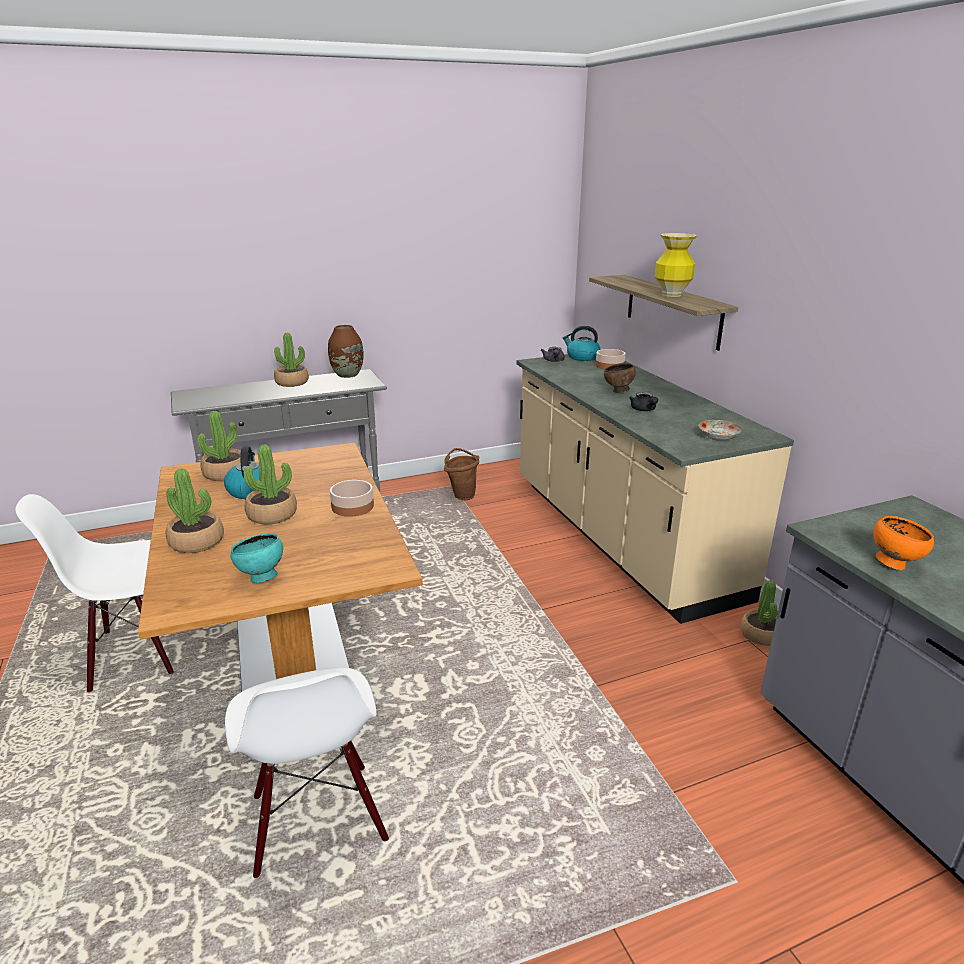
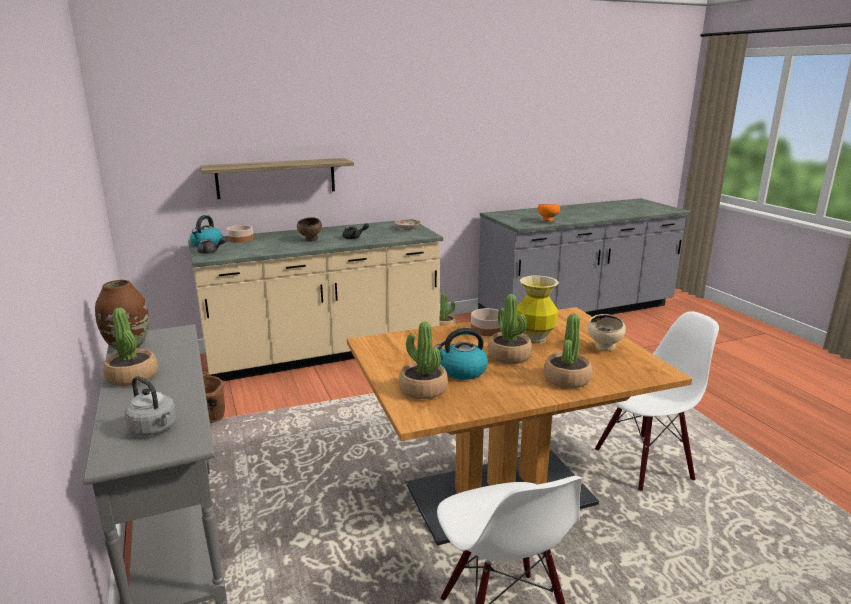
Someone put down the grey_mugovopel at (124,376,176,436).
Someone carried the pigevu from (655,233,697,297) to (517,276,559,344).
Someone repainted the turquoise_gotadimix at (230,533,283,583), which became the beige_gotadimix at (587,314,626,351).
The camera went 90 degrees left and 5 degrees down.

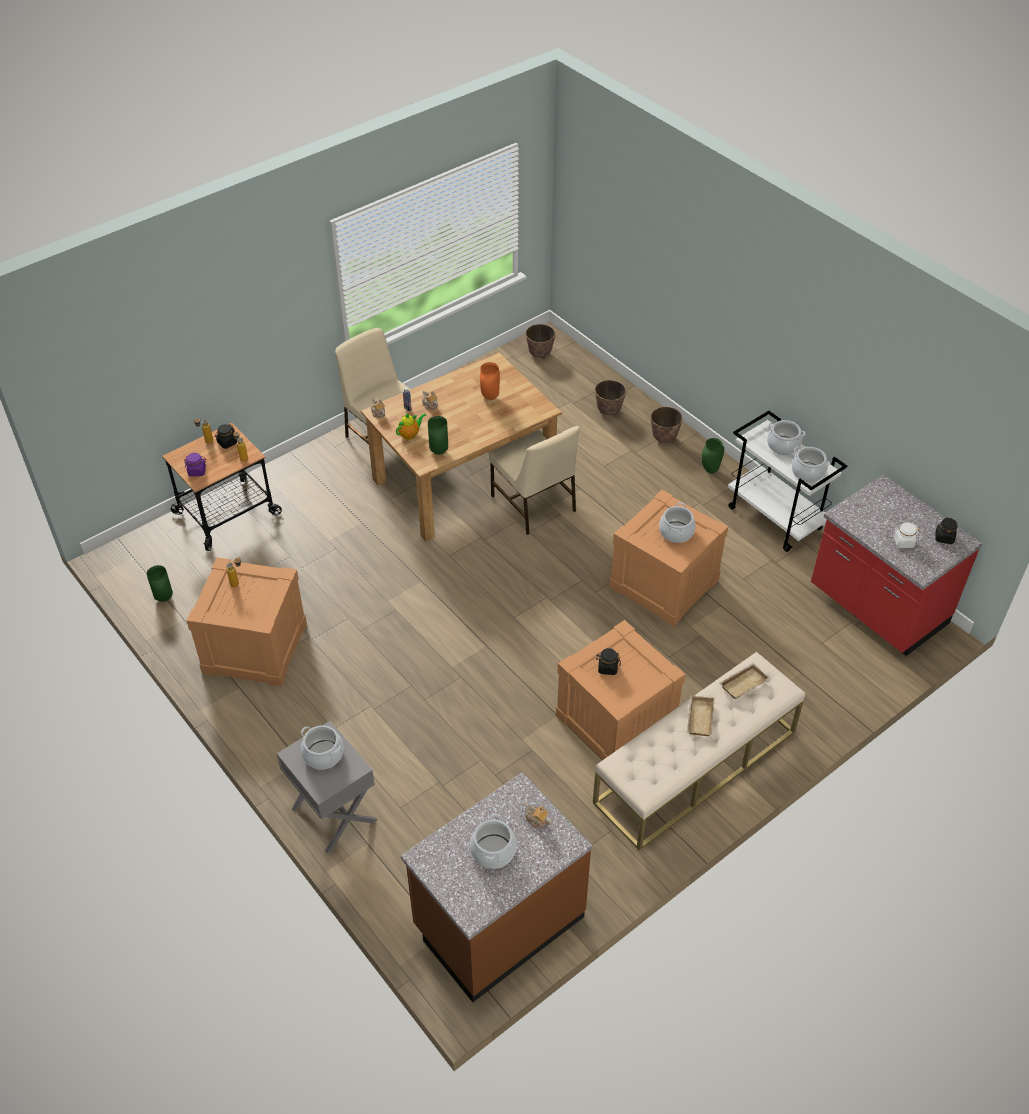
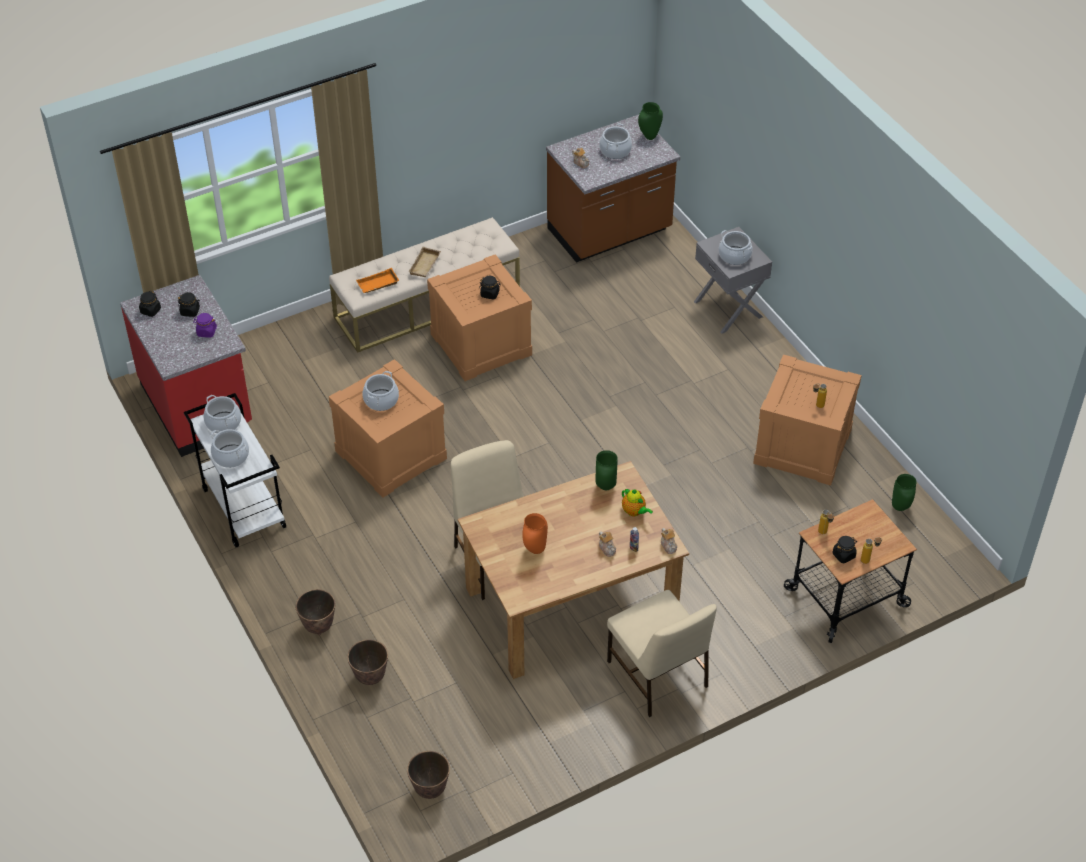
Someone repainted the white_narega at (894,522,919,548), which became the black_narega at (178,292,200,317).
Someone carried the purple_narega from (184,453,206,476) to (193,313,217,337).
Someone repainted the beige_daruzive at (720,663,769,699), which became the orange_daruzive at (356,268,399,293).
Someone rotated the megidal at (396,413,426,440) by 105 degrees counterclockwise.
Someone carried the green_pigevu from (701,438,724,474) to (638,102,663,140).
The camera went 170 degrees left and 0 degrees up.

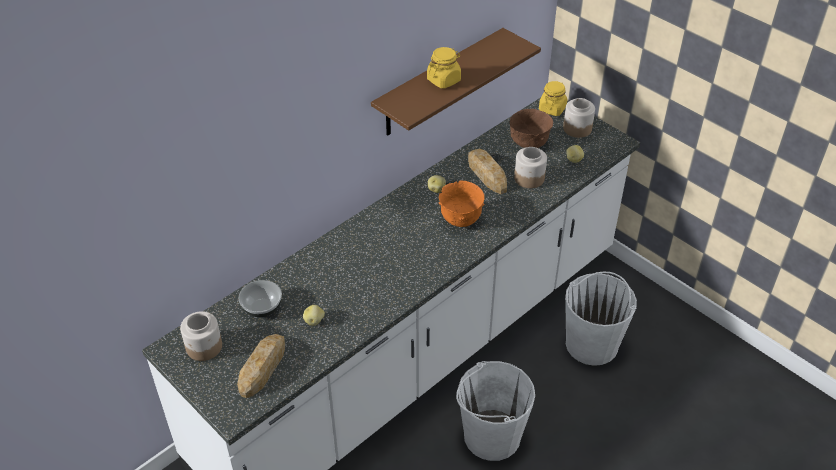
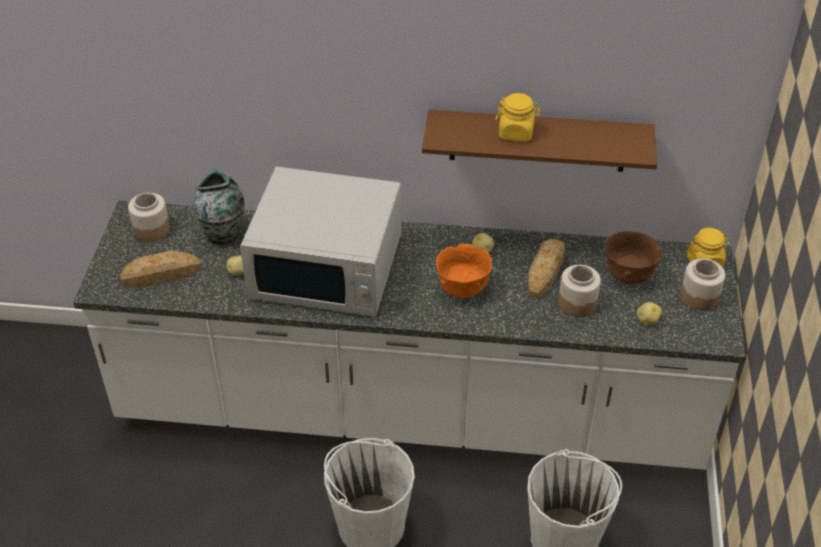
Someone swapped the gotadimix at (239,280,282,317) for the pigevu at (193,169,245,245).
Someone put down the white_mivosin at (240,167,401,316).
The camera went 50 degrees right and 0 degrees up.

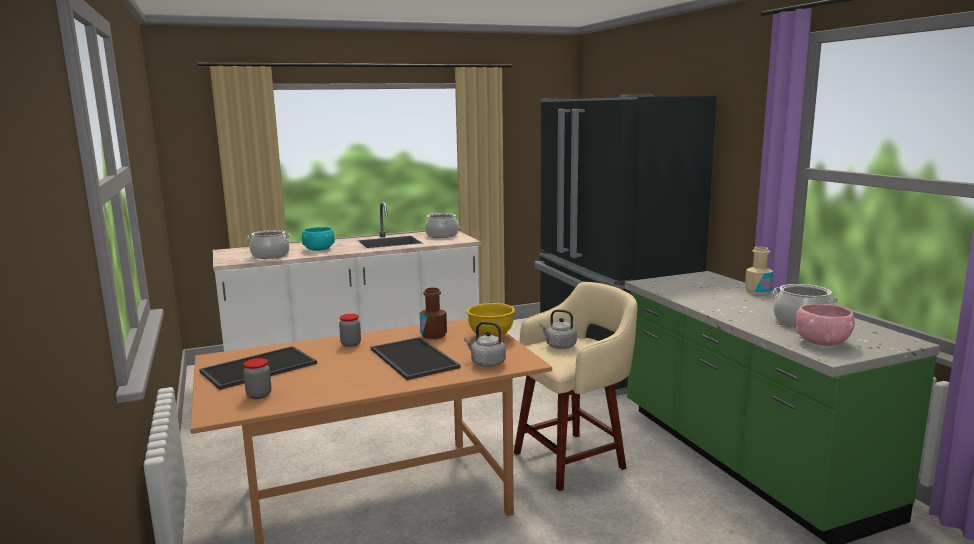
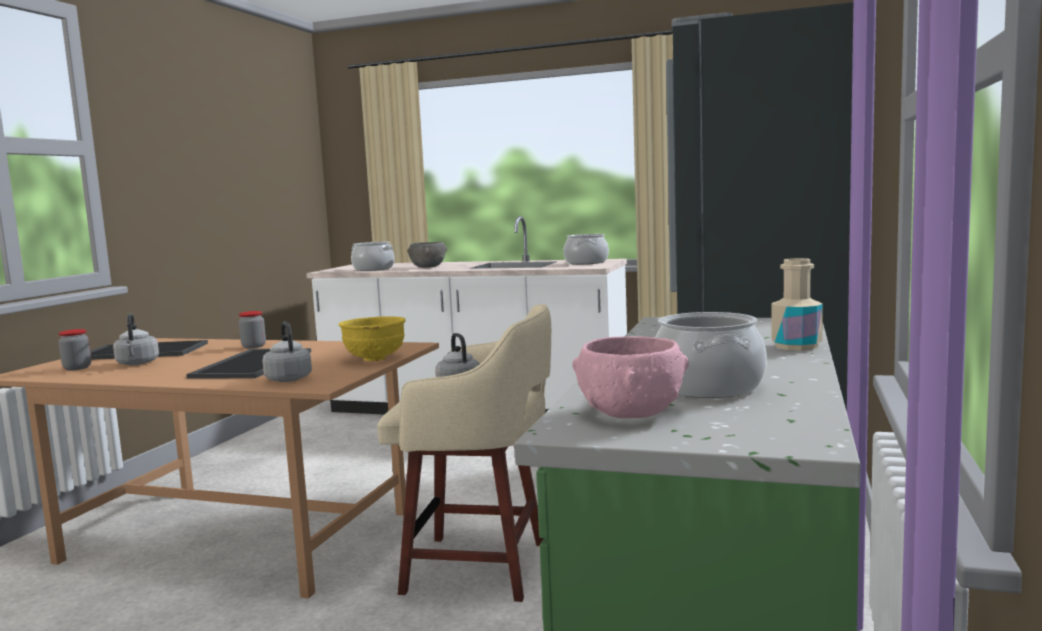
Someone put down the grey_mugovopel at (113,313,159,365).
Someone repainted the turquoise_gotadimix at (302,227,335,251), which became the grey_gotadimix at (407,242,447,268).
Someone took away the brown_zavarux at (420,288,447,339).
The camera went 40 degrees right and 5 degrees down.

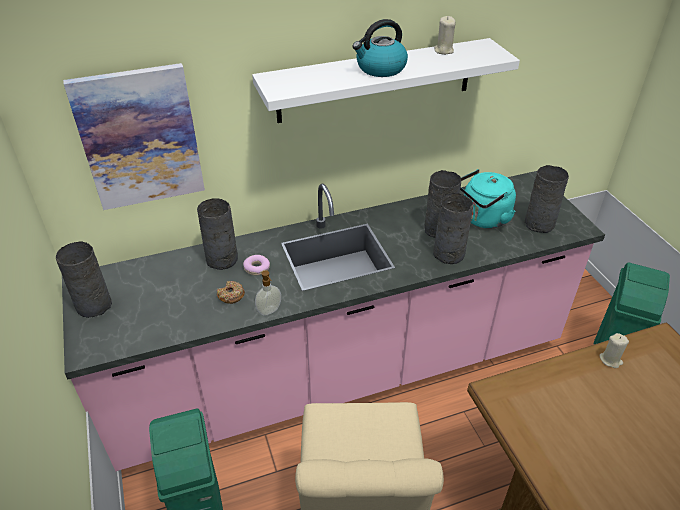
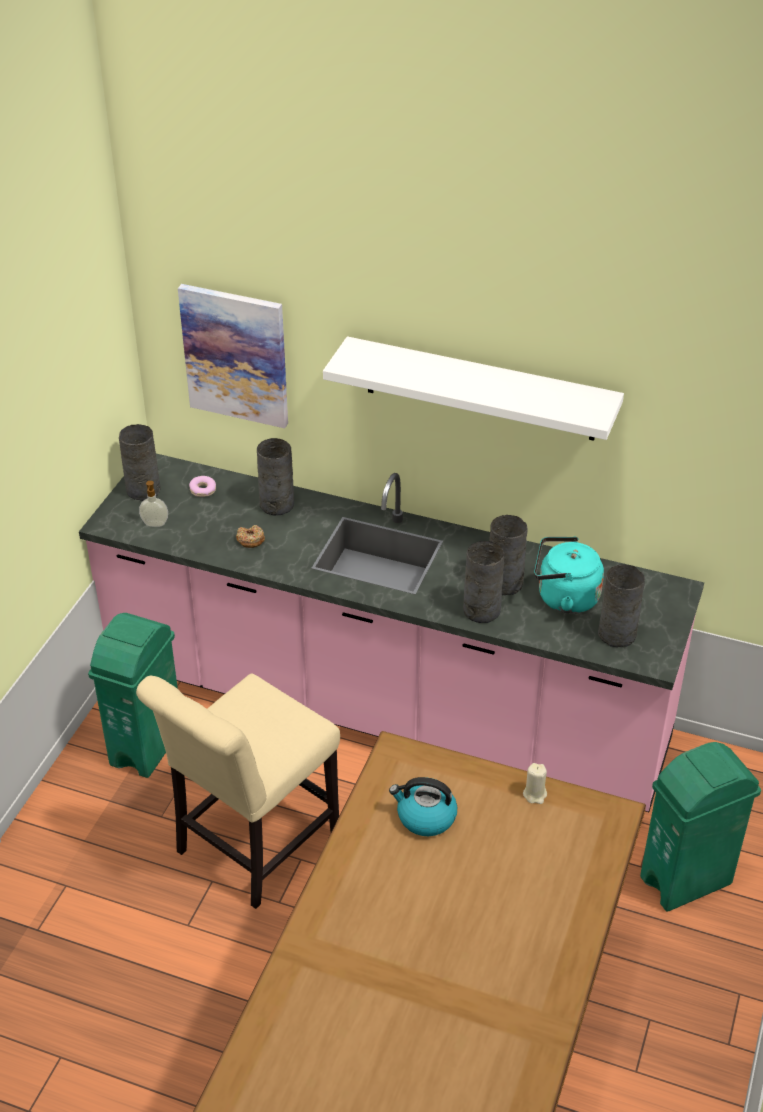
Someone carried the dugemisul from (255,270,281,316) to (139,481,168,527).
Someone carried the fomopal from (243,255,270,275) to (189,476,216,497).
Someone carried the mugovopel from (352,19,408,77) to (389,777,457,836).
Someone took away the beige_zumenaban at (434,16,456,55).
The camera went 40 degrees right and 0 degrees up.

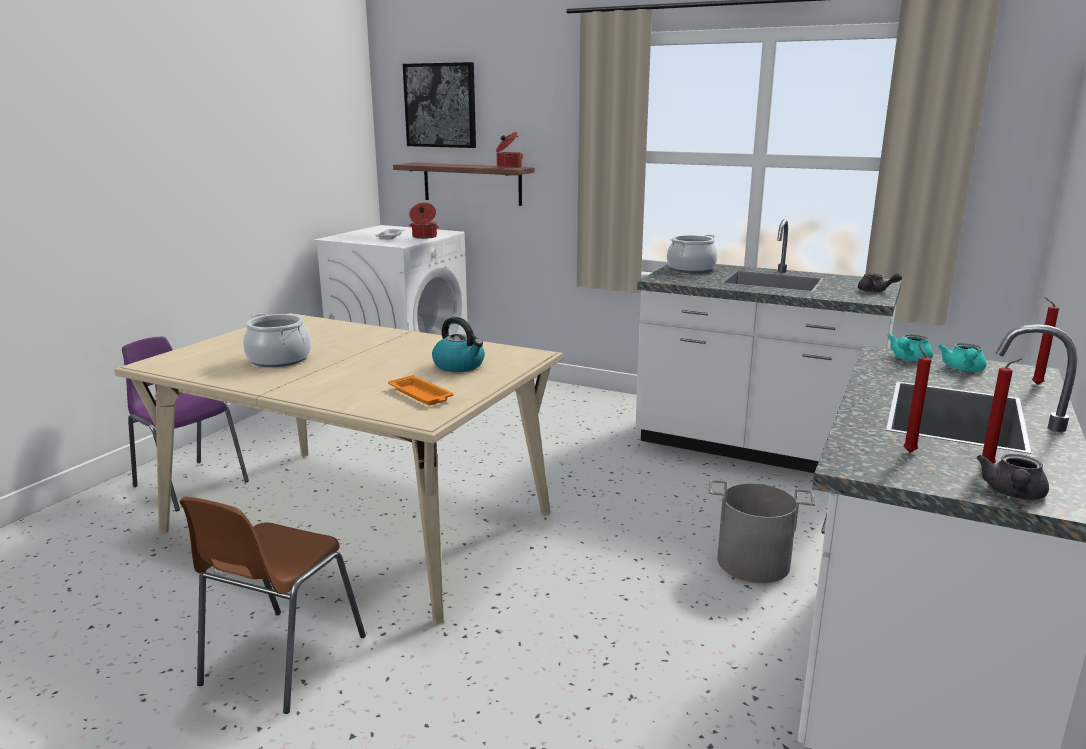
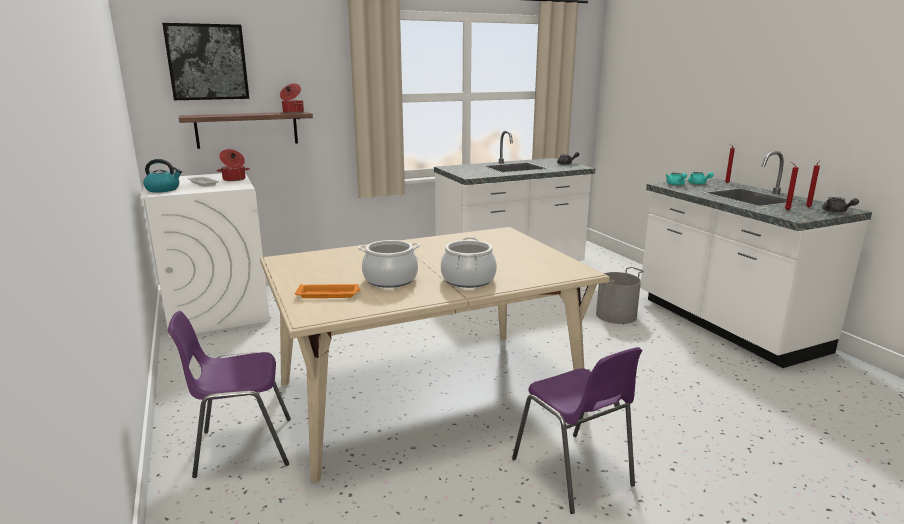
Someone carried the mugovopel from (432,317,485,372) to (143,159,182,192).
Someone carried the orange_daruzive from (388,375,454,405) to (295,284,361,298).
Someone carried the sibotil from (667,235,718,273) to (441,237,497,288).
Someone repainted the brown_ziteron at (179,497,366,714), which became the purple_ziteron at (512,347,642,514).
The camera went 50 degrees left and 0 degrees up.

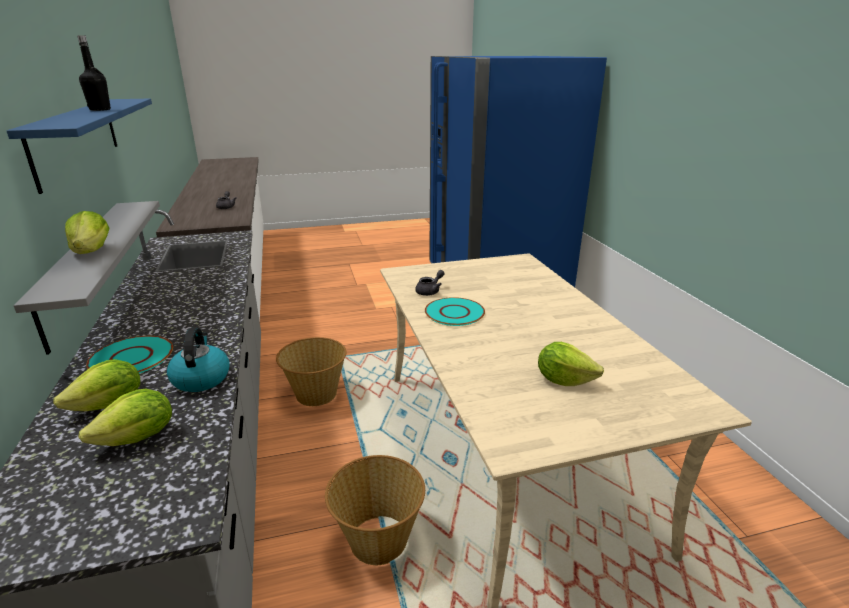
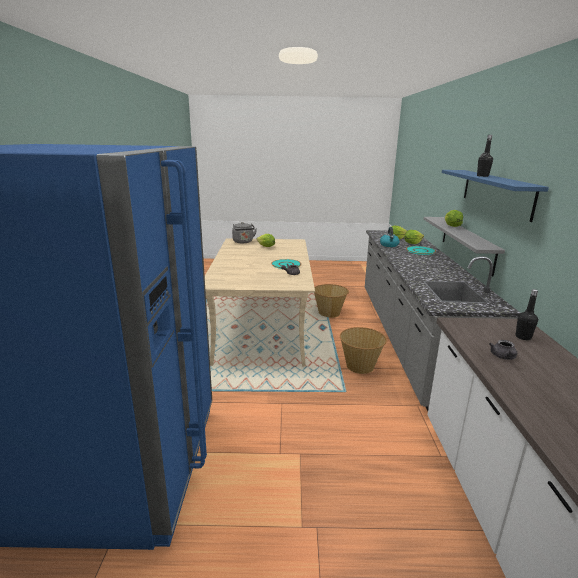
Someone put down the grey_mugovopel at (232,222,257,243).
Someone put down the black_zavarux at (516,289,538,340).
The camera went 165 degrees left and 5 degrees down.

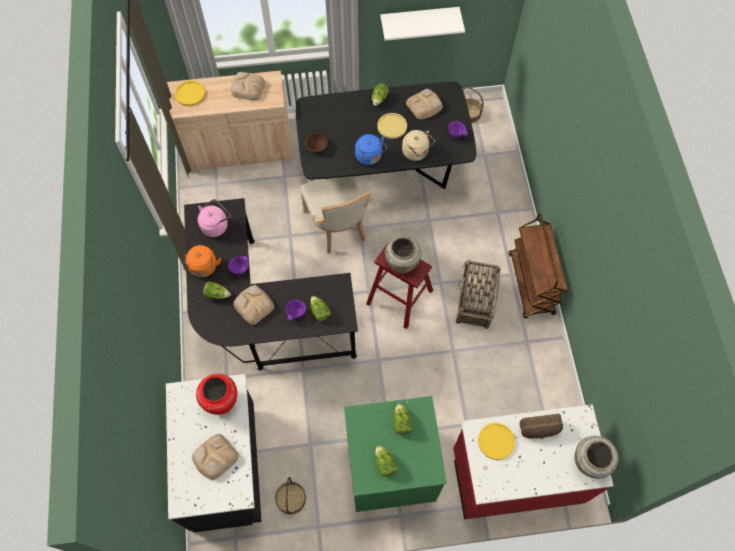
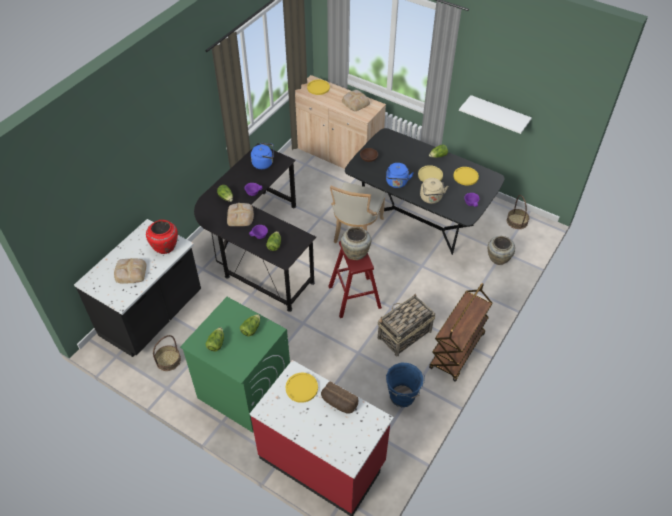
Someone repainted the pink_mugovopel at (198,199,231,237), which became the blue_mugovopel at (251,143,274,169).
Someone put down the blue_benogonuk at (386,363,425,407).
Someone swapped the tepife at (406,89,443,119) for the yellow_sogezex at (453,167,479,185).
Someone carried the beige_pigevu from (575,436,618,479) to (488,236,515,265).
Someone took away the orange_mugovopel at (183,245,221,277).
The camera went 40 degrees right and 15 degrees down.

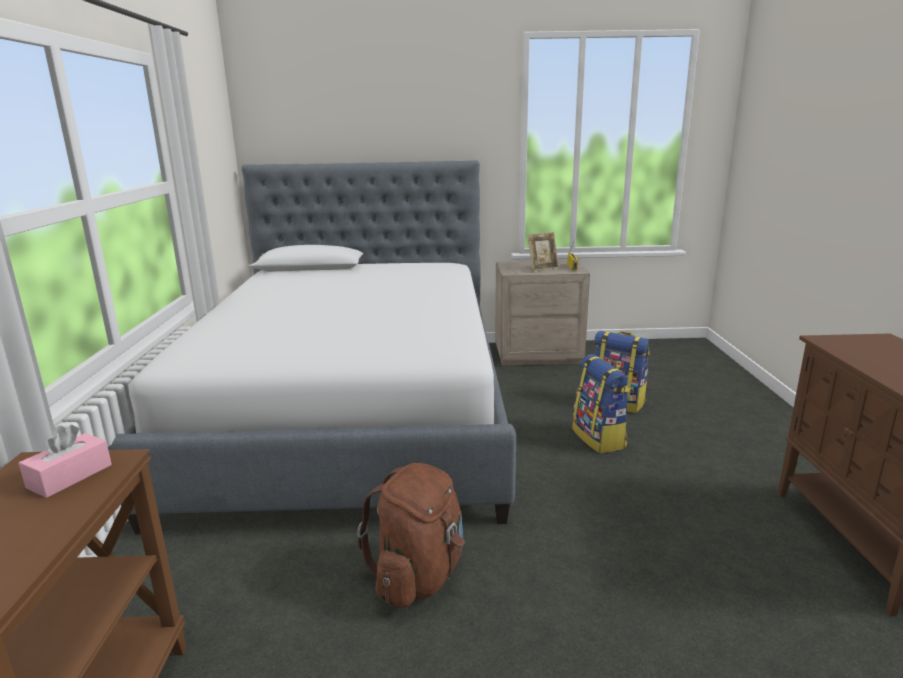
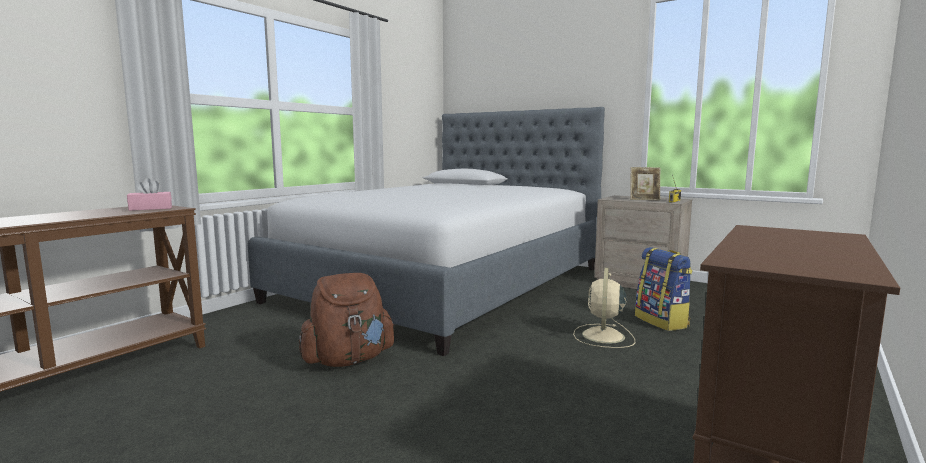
Someone swapped the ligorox at (572,354,630,453) for the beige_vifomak at (573,268,635,348).
The camera went 35 degrees right and 10 degrees down.

